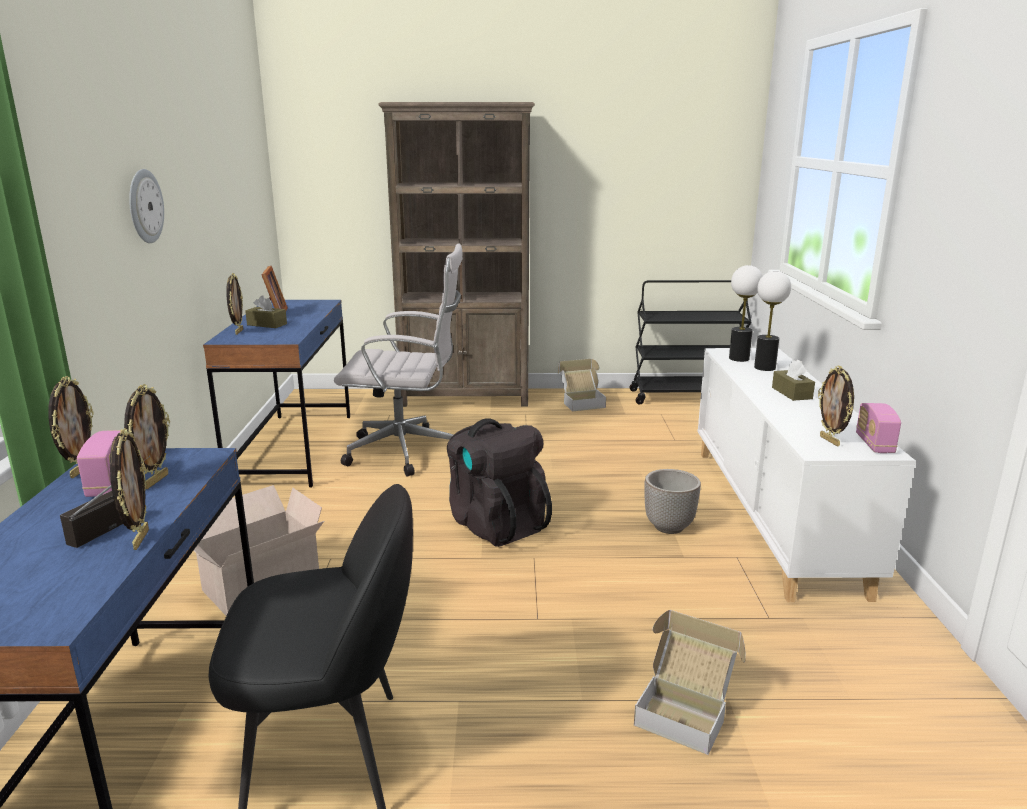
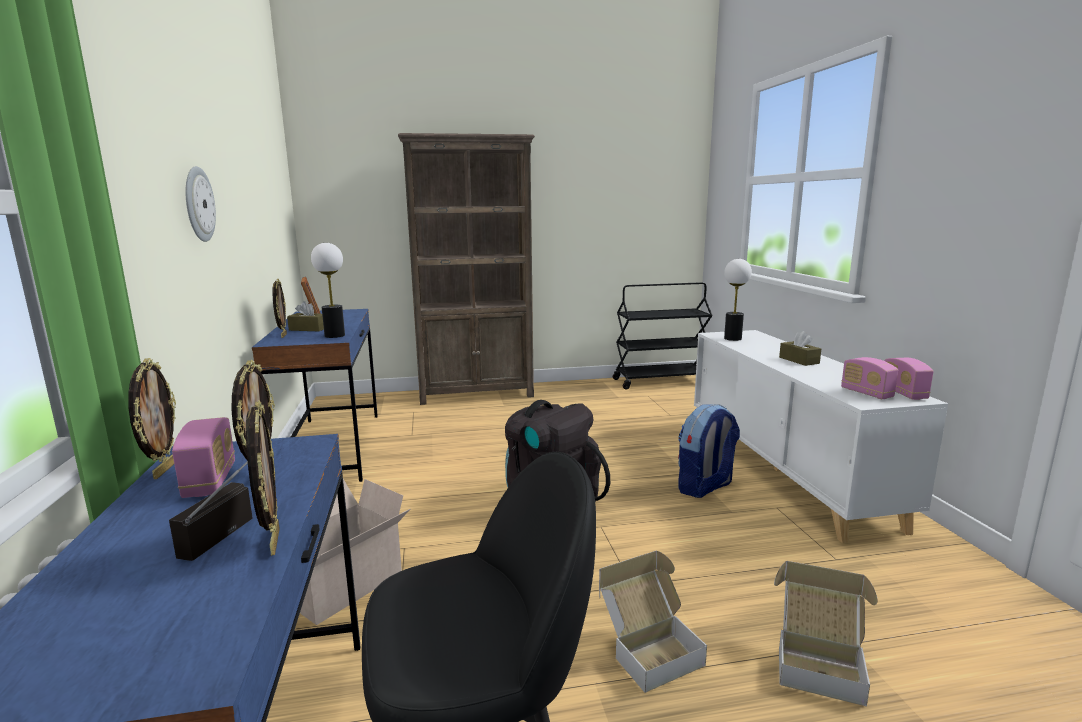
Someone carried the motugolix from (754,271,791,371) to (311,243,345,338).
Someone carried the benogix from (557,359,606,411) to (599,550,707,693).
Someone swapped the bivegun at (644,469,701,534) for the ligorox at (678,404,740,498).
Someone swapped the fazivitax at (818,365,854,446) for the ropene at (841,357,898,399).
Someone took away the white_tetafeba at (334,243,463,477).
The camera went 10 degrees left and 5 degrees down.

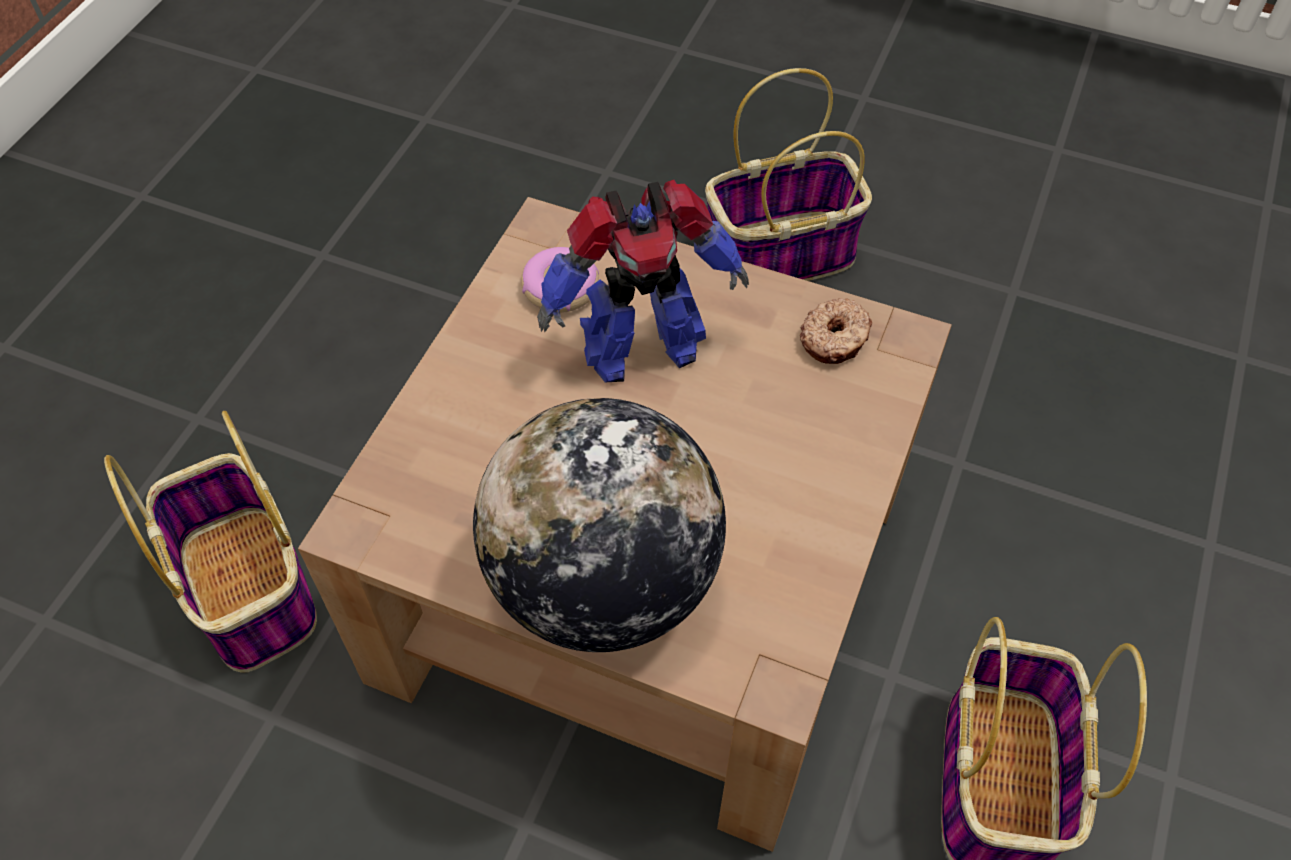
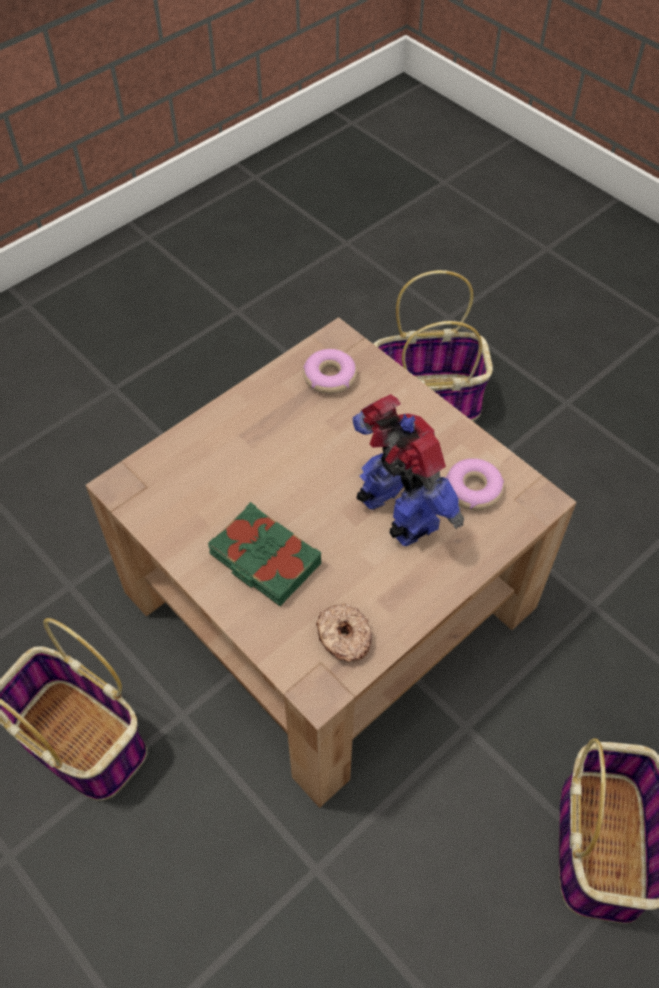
Someone put down the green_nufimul at (208,502,322,606).
Someone put down the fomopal at (303,349,357,394).
Someone rotated the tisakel at (537,180,749,382) by 135 degrees clockwise.
Someone took away the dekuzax at (473,398,726,652).
The camera went 115 degrees right and 0 degrees up.

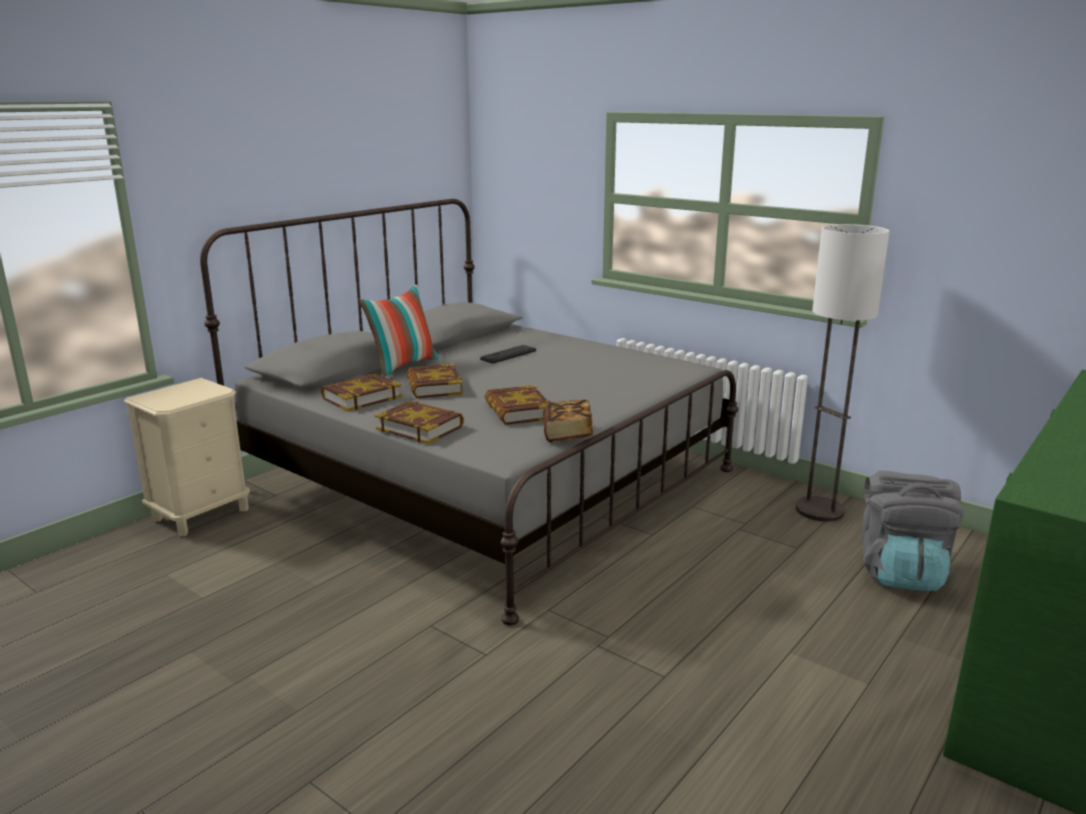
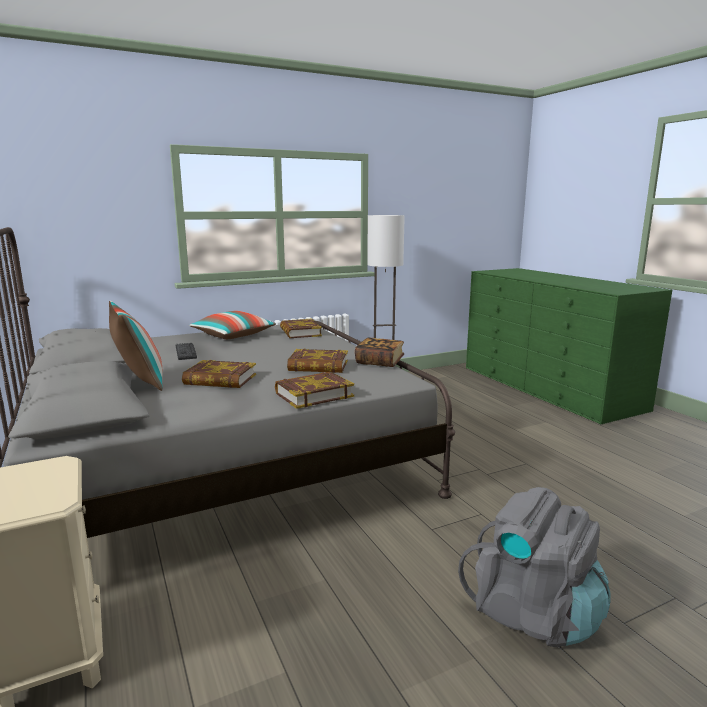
Someone put down the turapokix at (189,311,276,339).
Someone carried the nufimul from (321,374,402,411) to (280,319,322,338).
Someone carried the grey_ligorox from (862,470,964,591) to (458,487,611,647).
The camera went 65 degrees left and 5 degrees down.

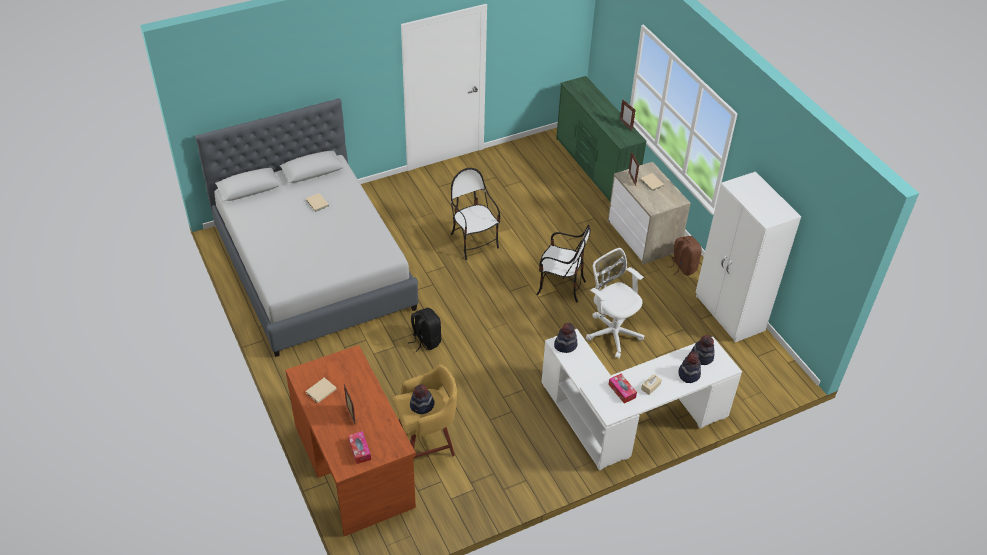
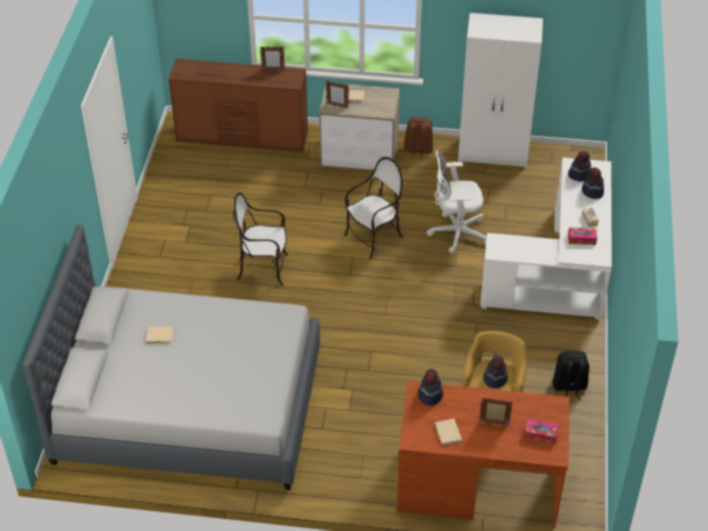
Someone repainted the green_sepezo at (556,76,647,201), which became the brown_sepezo at (168,59,308,153).
Someone carried the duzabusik from (554,323,577,353) to (418,369,443,406).
Someone carried the black_ligorox from (408,308,441,352) to (552,351,589,401).
The camera went 55 degrees left and 0 degrees up.

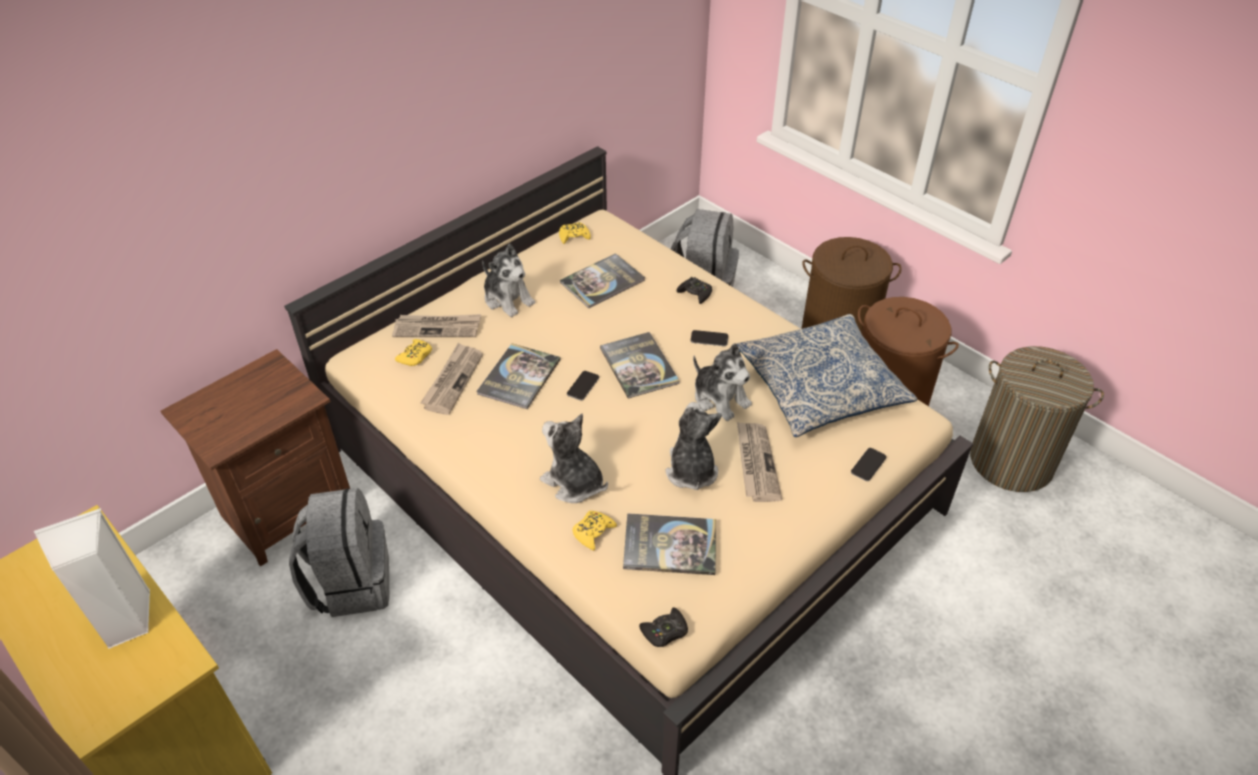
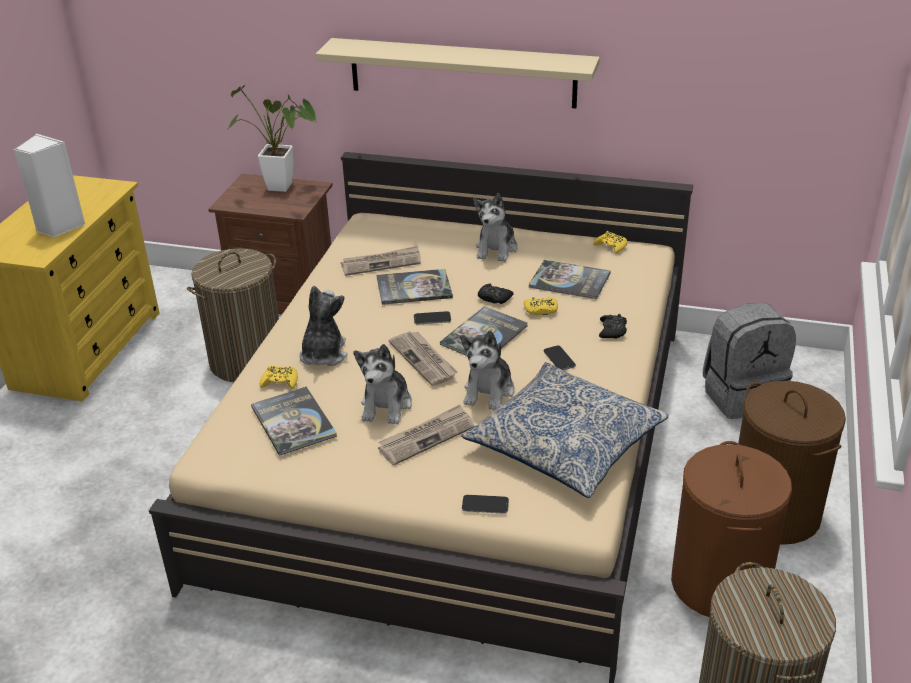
Someone swapped the grey_ligorox at (289,488,389,617) for the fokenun at (187,248,279,382).
Someone put down the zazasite at (228,85,317,192).
Someone put up the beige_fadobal at (316,38,600,108).
Someone rotated the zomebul at (665,402,722,490) by 135 degrees clockwise.
Someone carried the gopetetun from (392,314,481,337) to (389,331,458,386).
Someone carried the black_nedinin from (639,608,688,647) to (478,283,513,304).
Someone carried the yellow_nedinin from (395,339,432,366) to (524,297,558,315).
The camera went 60 degrees right and 10 degrees down.

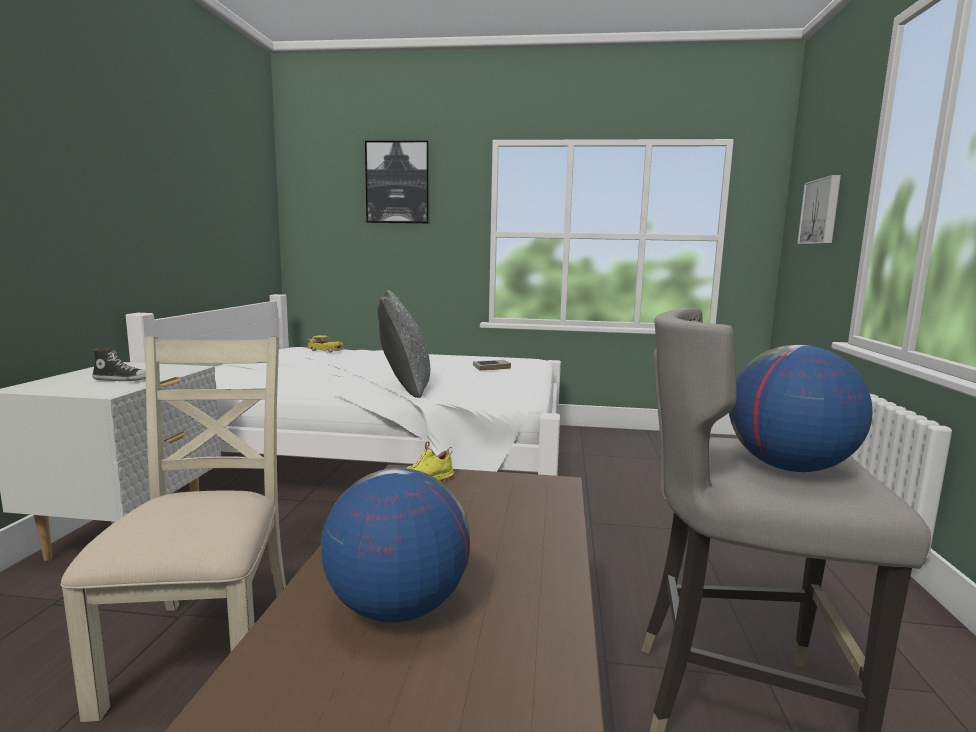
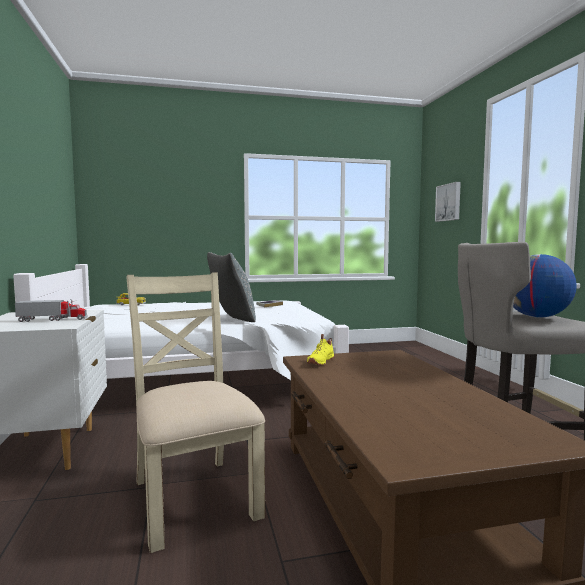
Someone swapped the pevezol at (92,348,146,381) for the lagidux at (15,299,88,322).
Someone took away the dekuzax at (321,468,470,622).
Someone took away the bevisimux at (365,141,430,224).
The camera went 20 degrees left and 5 degrees down.

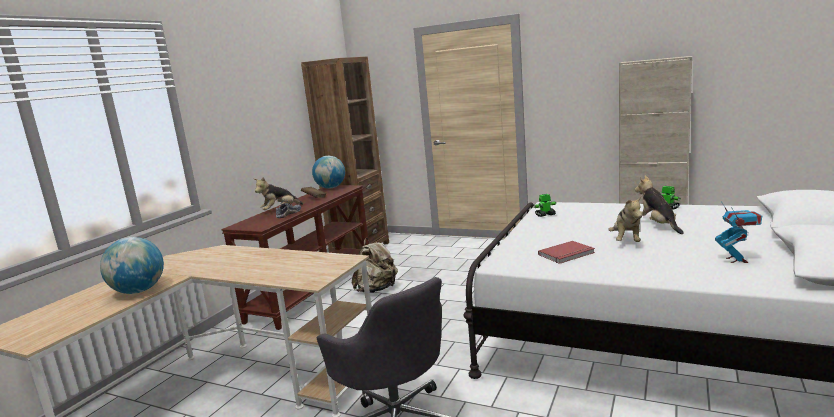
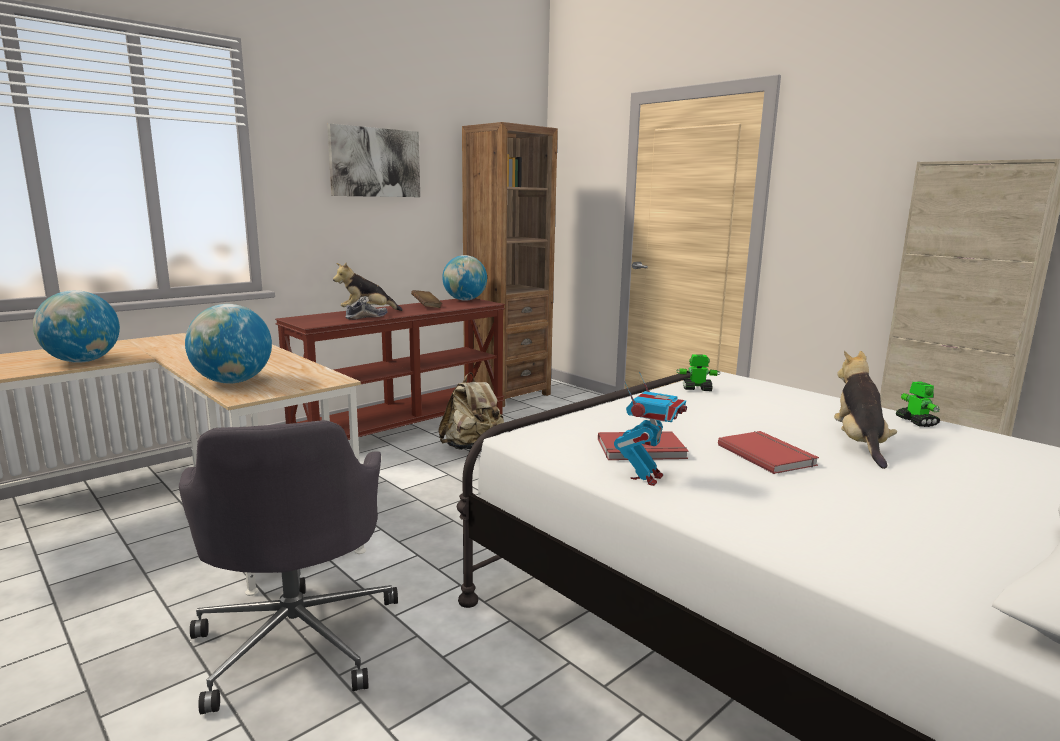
Someone put down the dekuzax at (185,304,272,384).
Someone put up the bevisimux at (327,124,420,197).
Someone carried the tisakel from (715,201,762,263) to (614,372,687,486).
Someone swapped the zomebul at (608,196,642,242) for the red_nufimul at (718,431,819,474).
The camera went 20 degrees right and 0 degrees up.

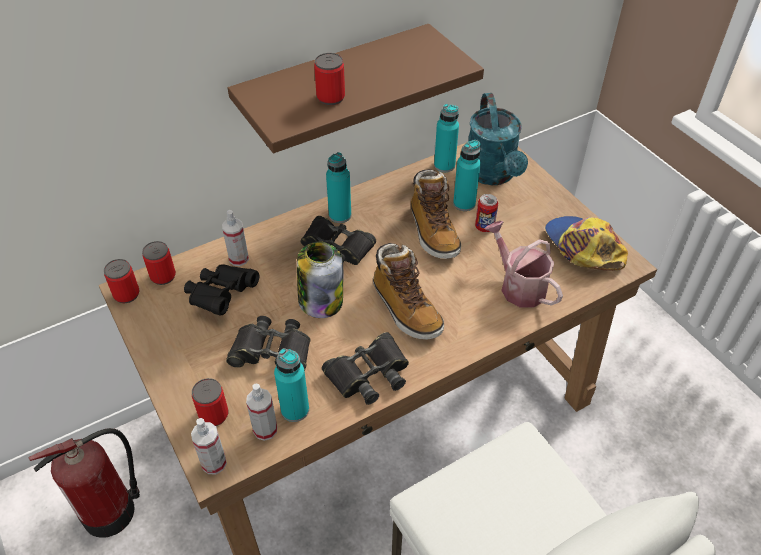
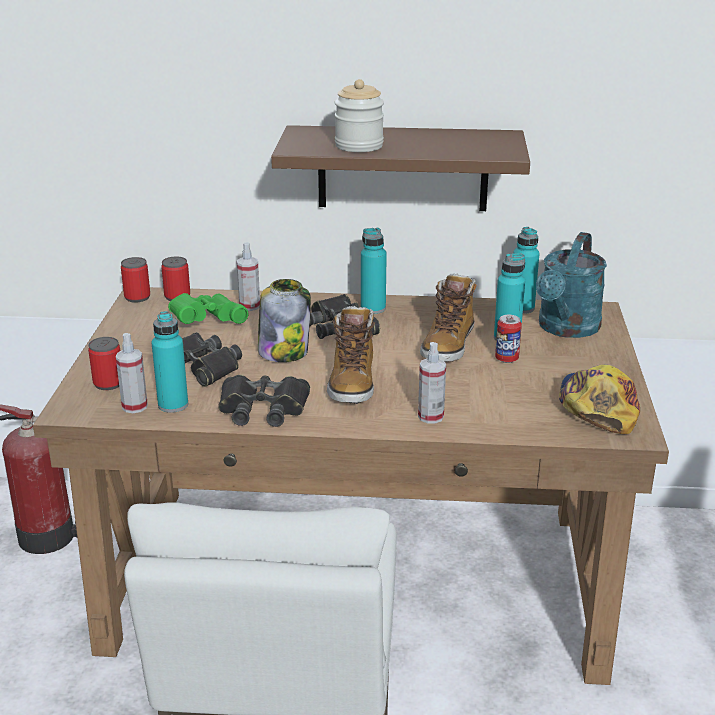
Someone repainted the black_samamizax at (184,264,259,315), which became the green_samamizax at (168,293,248,324).
Someone swapped the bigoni at (314,53,345,105) for the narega at (334,79,384,152).
Someone carried the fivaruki from (191,418,227,474) to (418,342,446,423).
Someone took away the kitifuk at (484,221,563,308).
The camera went 35 degrees right and 20 degrees down.

